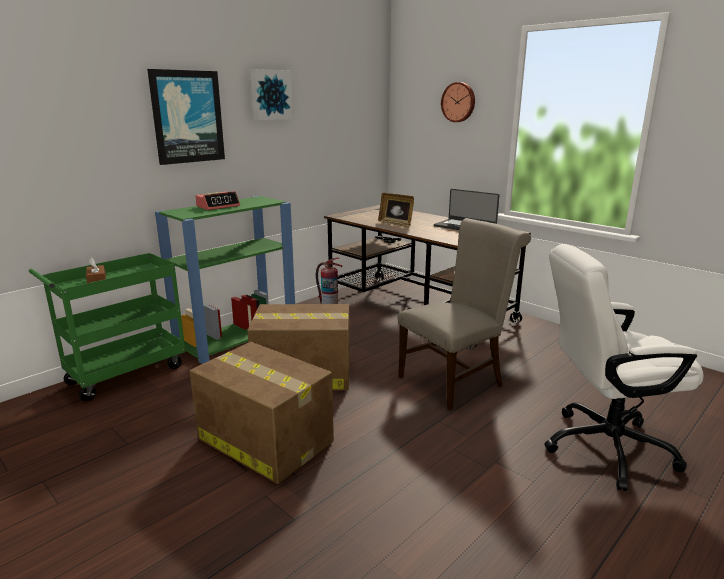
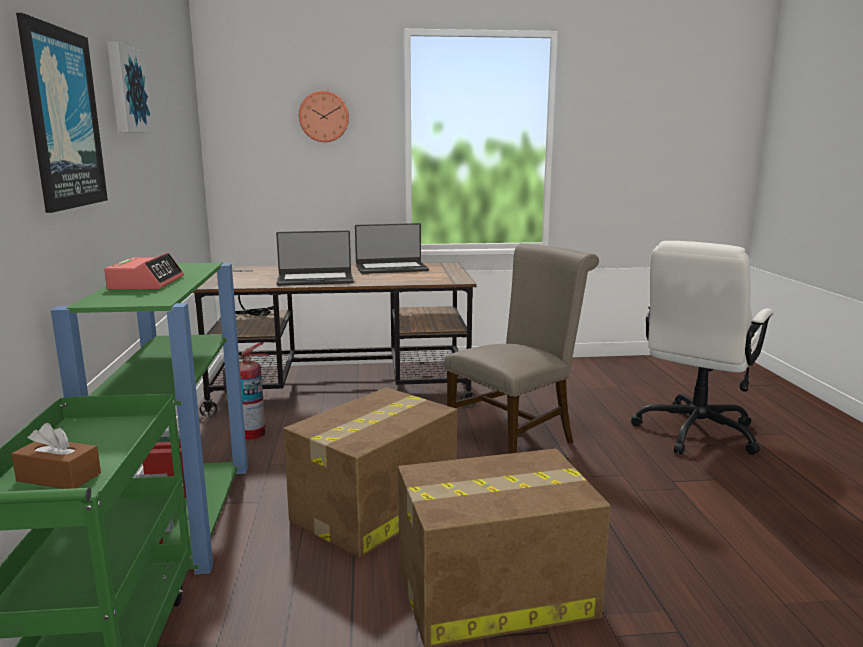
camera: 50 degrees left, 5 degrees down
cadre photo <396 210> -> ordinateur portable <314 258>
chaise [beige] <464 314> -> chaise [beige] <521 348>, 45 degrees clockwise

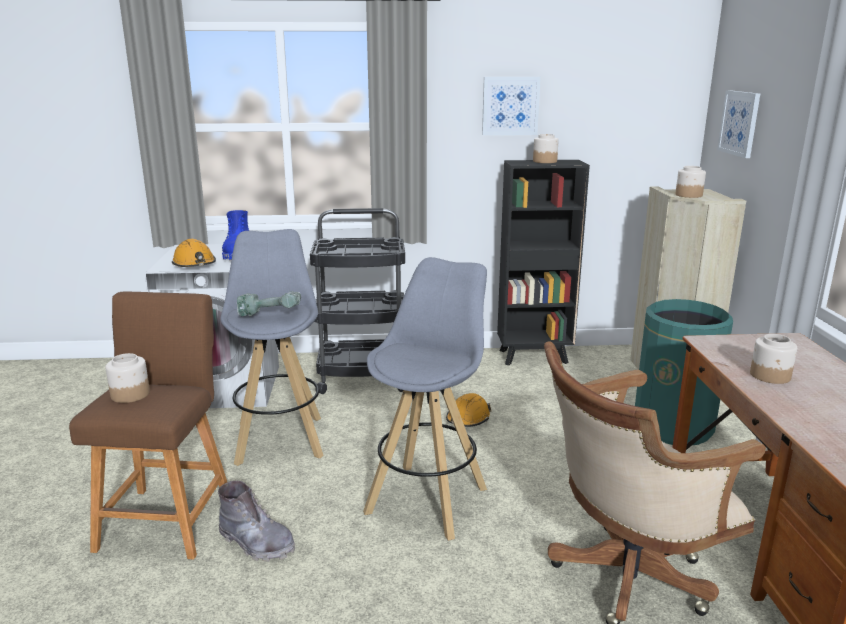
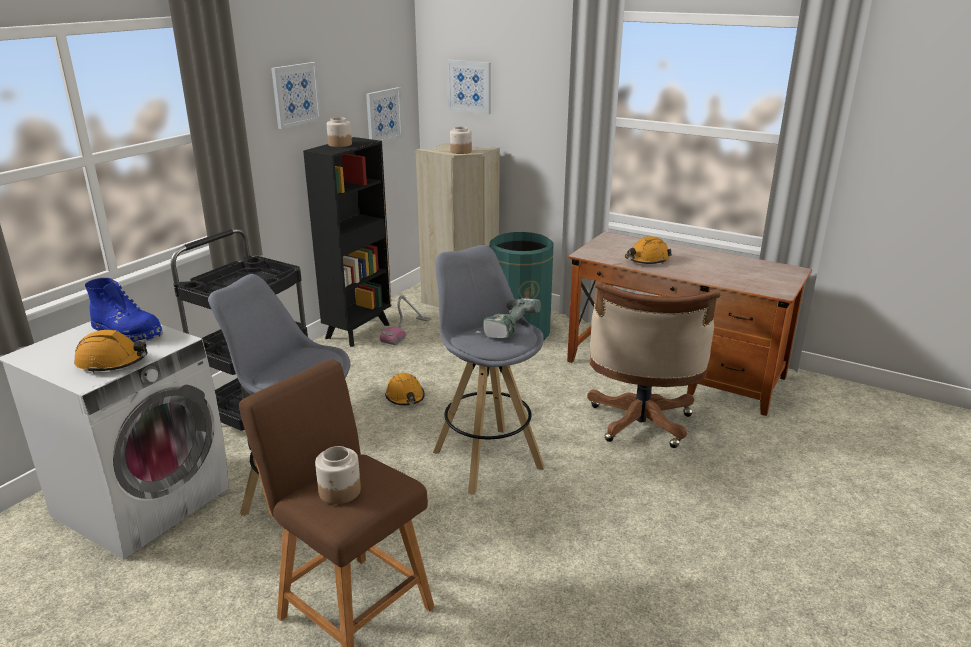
camera: 55 degrees left, 5 degrees up
perceuse <269 303> -> perceuse <508 318>, shifted
bocal <773 359> -> casque de chantier [orange] <648 250>
botte [gris] <256 521> -> none
none -> tableau <384 115>
none -> aspirateur <405 320>

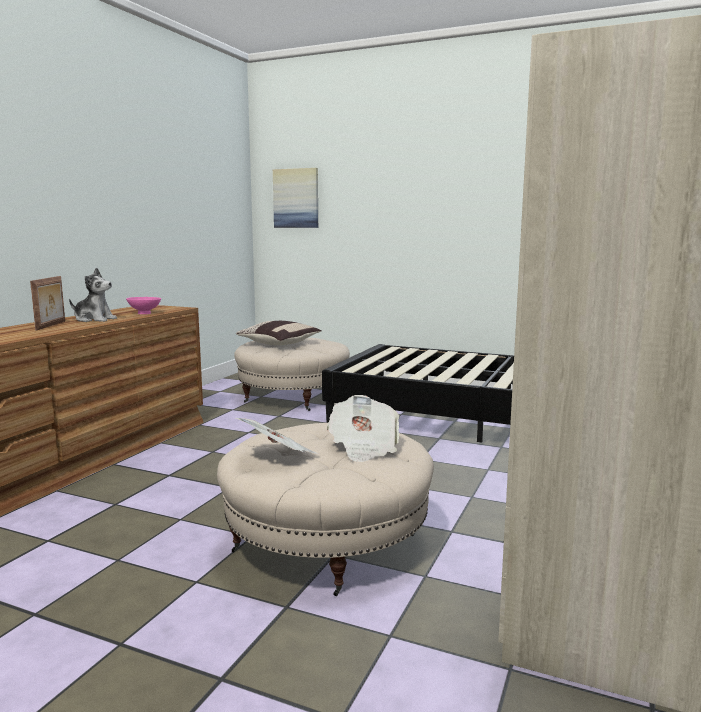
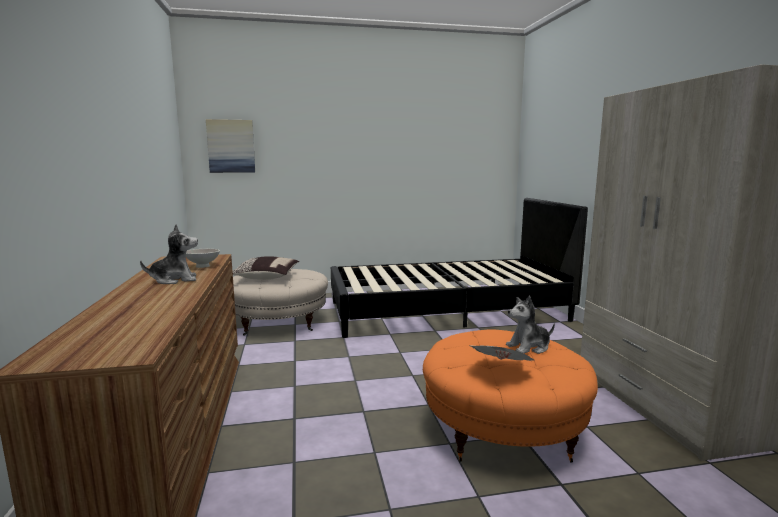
camera: 35 degrees left, 0 degrees up
cadre photo <47 303> -> none
bol [rose] <143 305> -> bol [blanc] <203 258>
journal <363 428> -> peluche <530 325>
pouf [beige] <325 509> -> pouf [orange] <510 396>

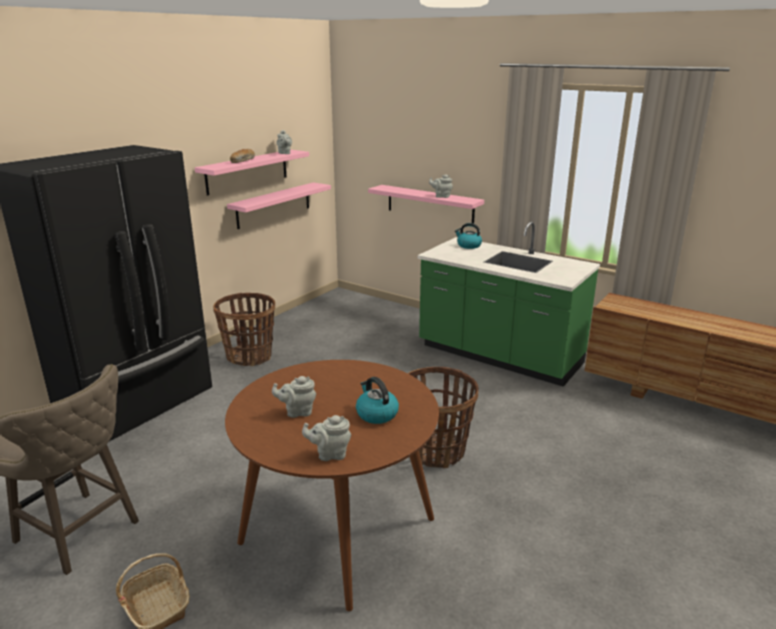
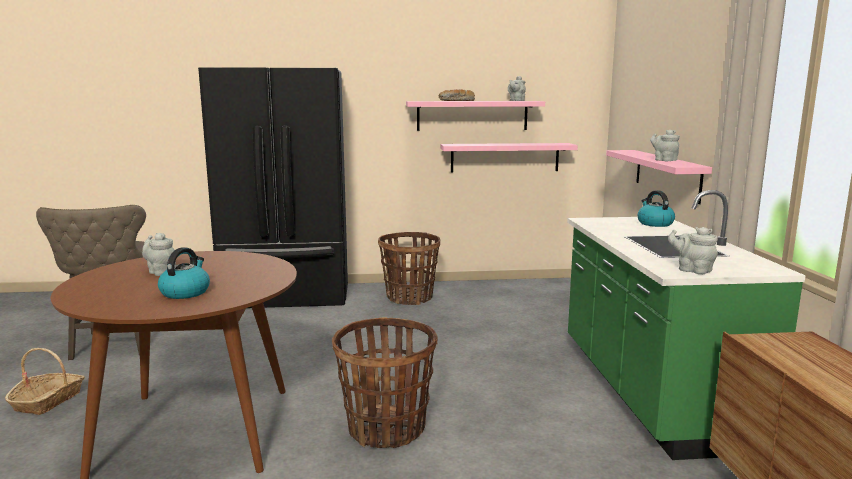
camera: 50 degrees right, 10 degrees down
théière [gris] <326 438> -> théière [gris] <693 250>, shifted

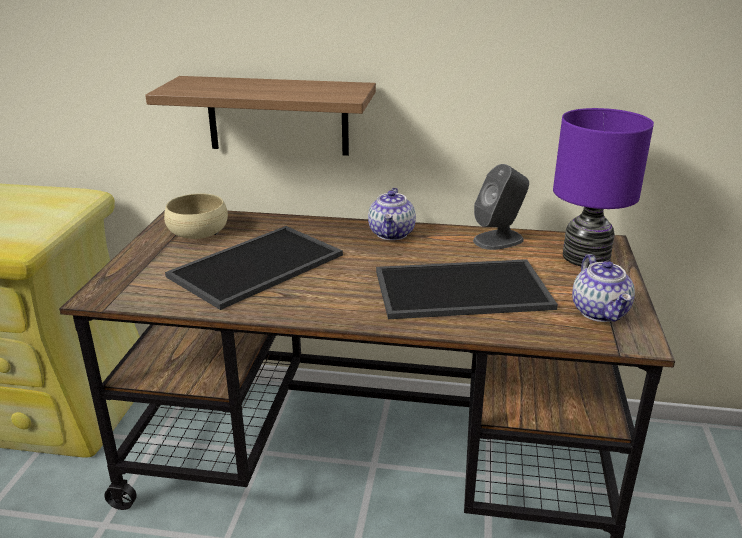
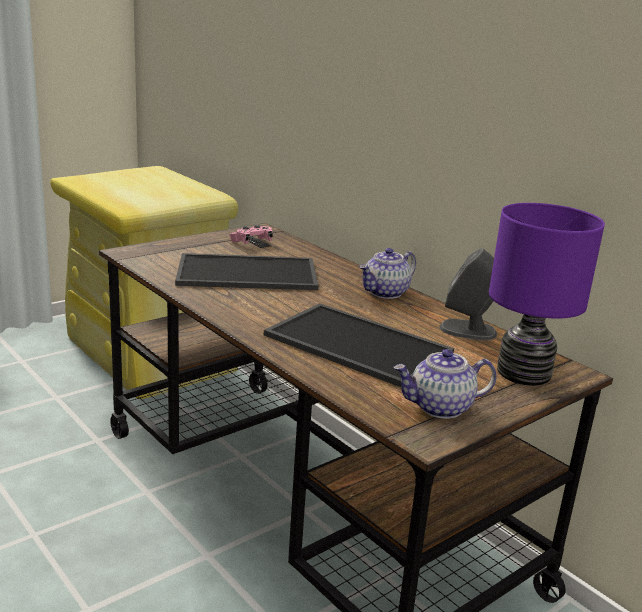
camera: 40 degrees right, 5 degrees down
étagère <260 116> -> none
bol [beige] <196 216> -> manette [rose] <251 234>
théière <603 288> -> théière <445 384>, 45 degrees clockwise

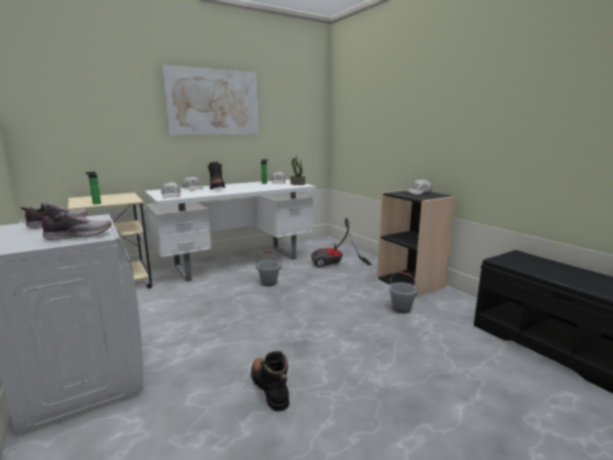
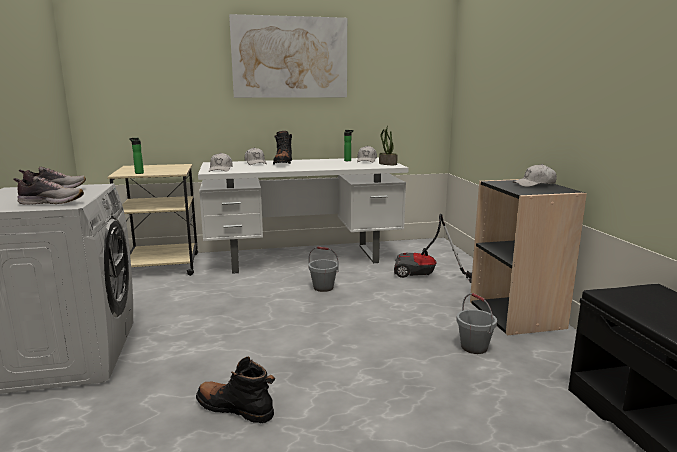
camera: 20 degrees right, 0 degrees up
botte [noir] <270 381> -> botte [noir] <235 390>, 60 degrees counterclockwise

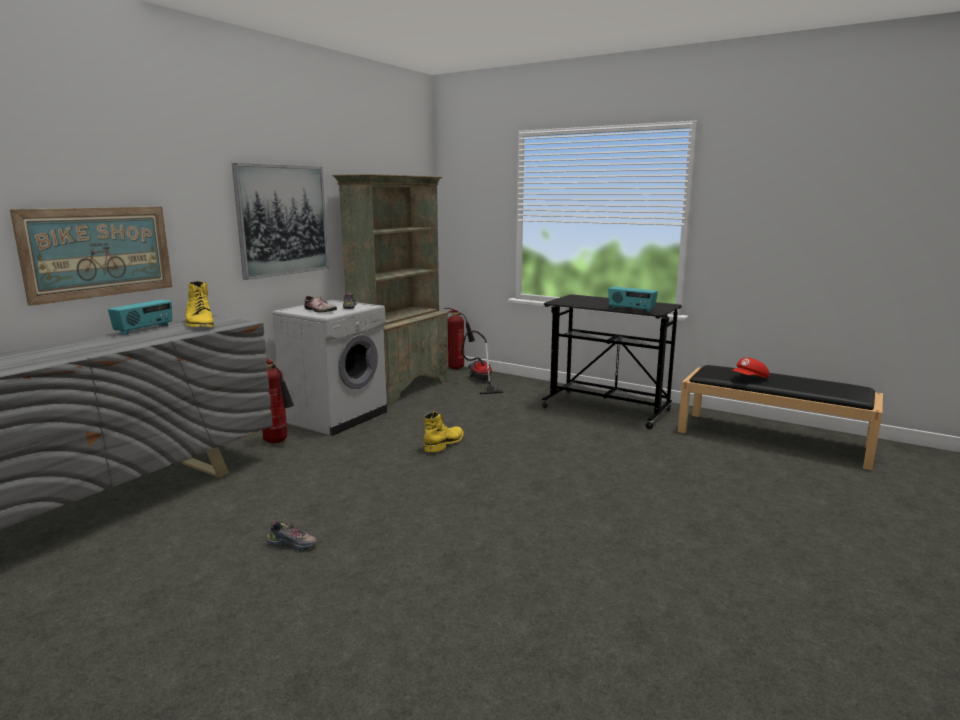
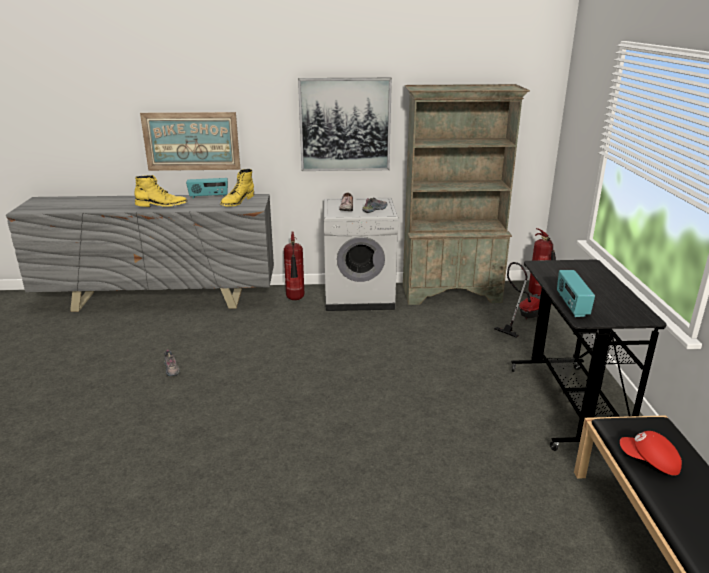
camera: 55 degrees right, 10 degrees up
botte [jaune] <444 431> -> botte [jaune] <161 191>, shifted

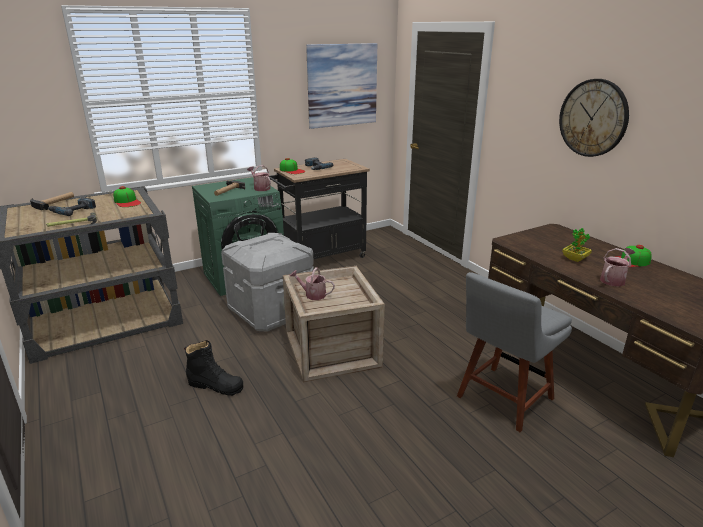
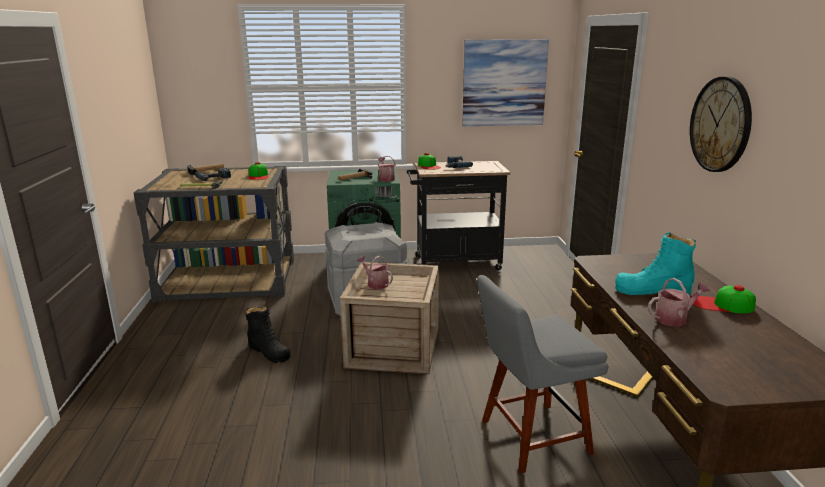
camera: 25 degrees right, 5 degrees down
plante en pot <577 245> -> botte [turquoise] <655 263>

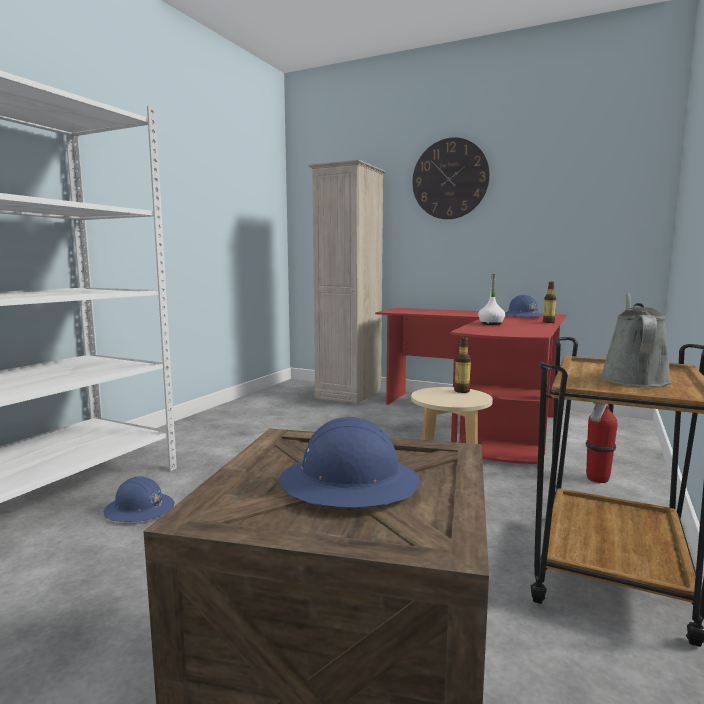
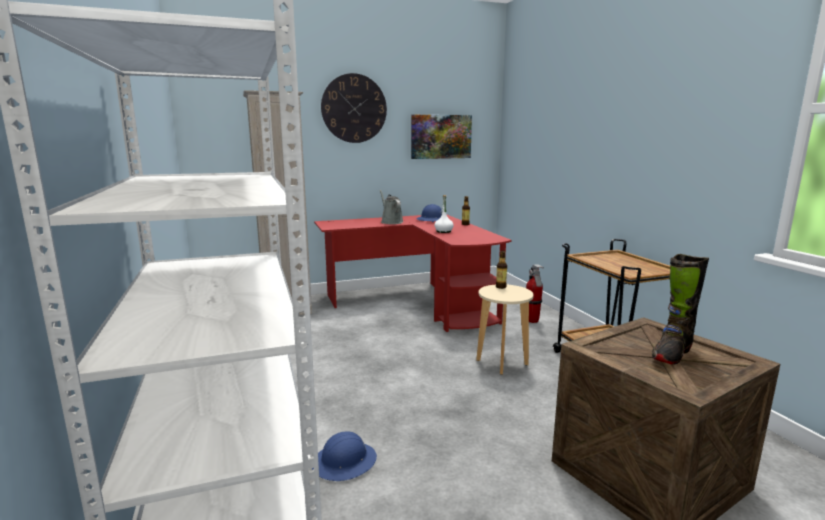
camera: 45 degrees left, 5 degrees up
arrosoir [gris] <635 340> -> arrosoir [gris] <391 207>, shifted
casque de chantier [bleu] <350 462> -> botte [noir] <680 309>
none -> tableau <441 137>

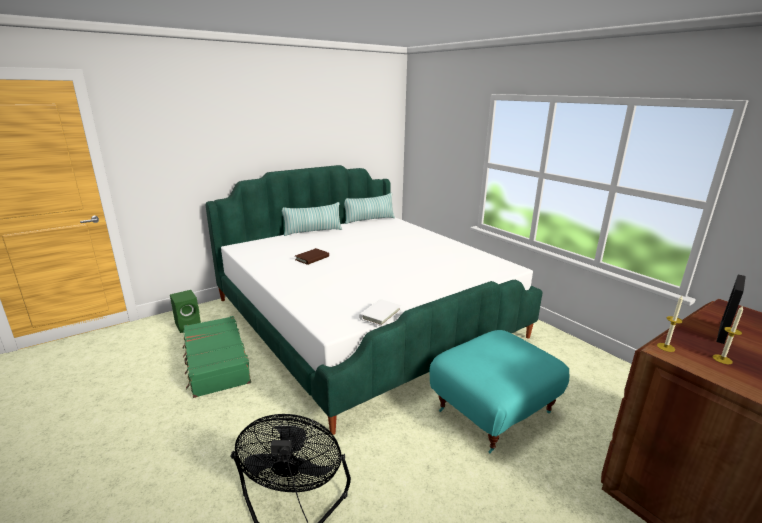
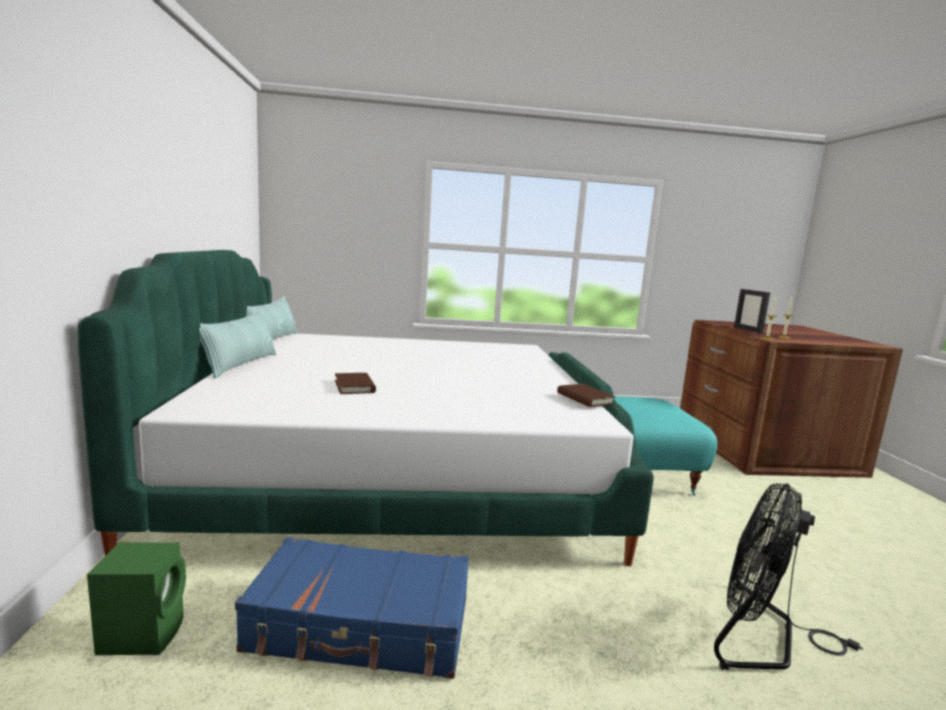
camera: 60 degrees left, 10 degrees down
livre [blanc] <380 312> -> livre [marron] <586 395>
valise [vert] <216 357> -> valise [bleu] <352 608>

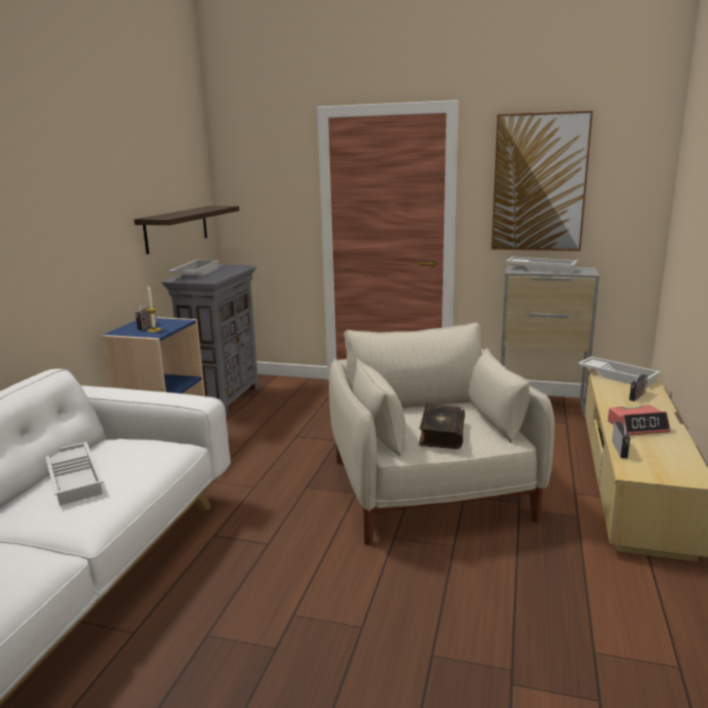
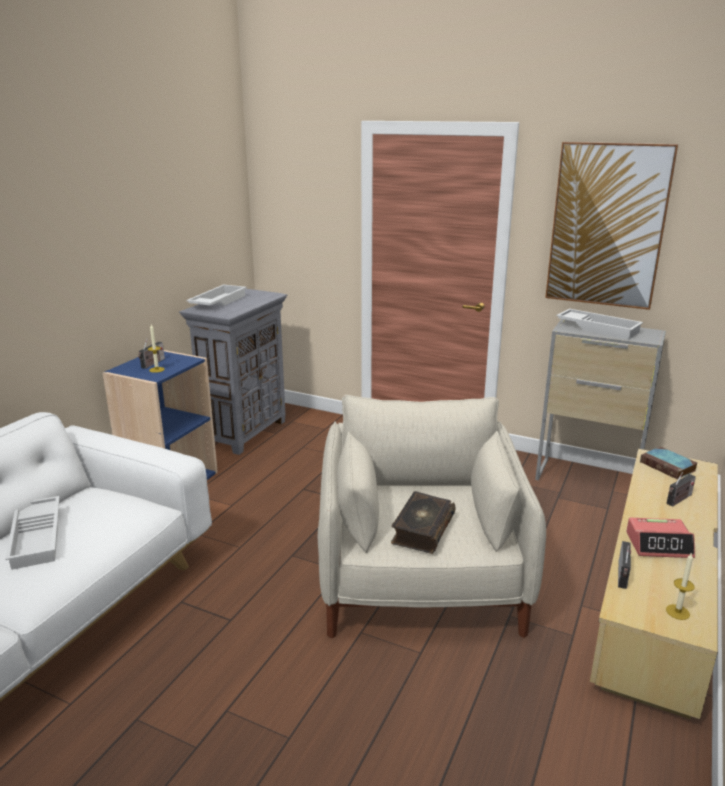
camera: 10 degrees right, 5 degrees up
étagère <186 230> -> none
plateau [blanc] <619 372> -> livre <668 463>
none -> bougie <680 586>

